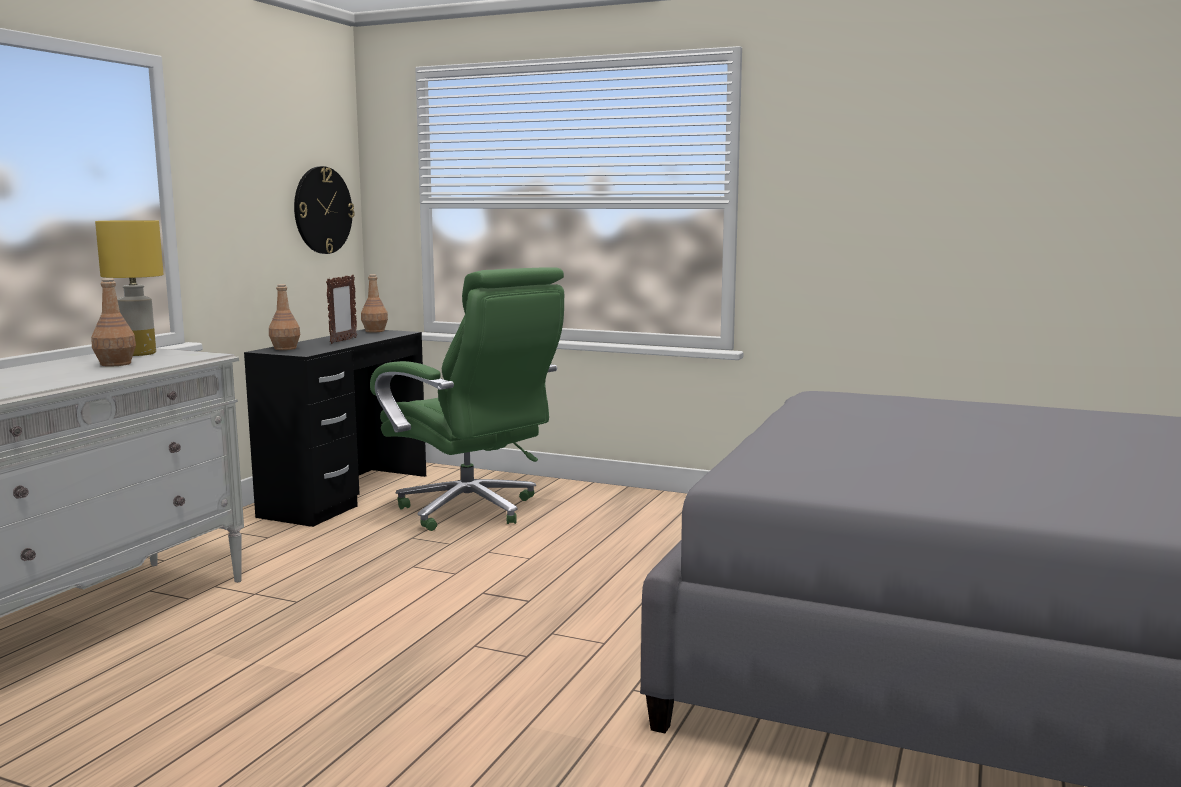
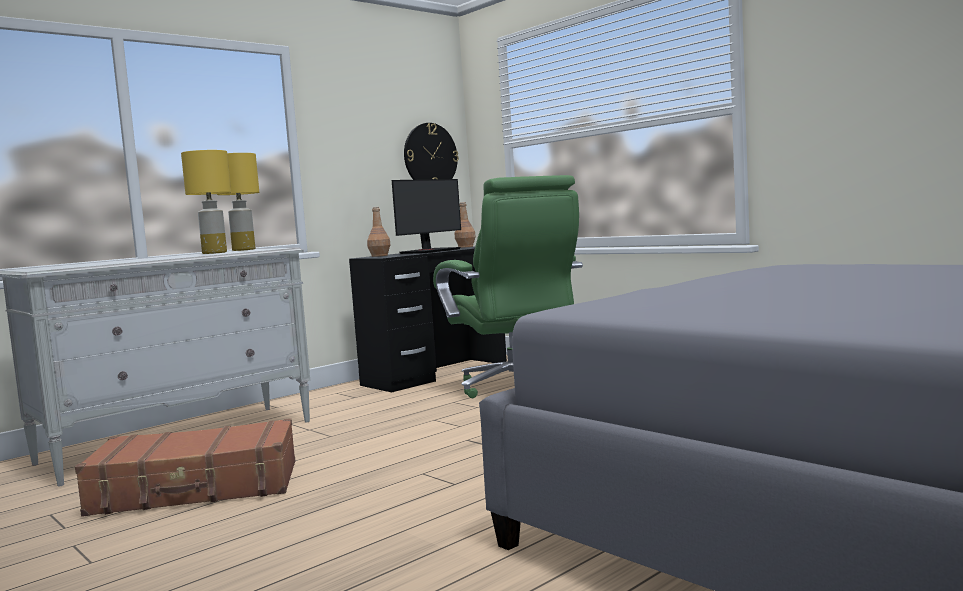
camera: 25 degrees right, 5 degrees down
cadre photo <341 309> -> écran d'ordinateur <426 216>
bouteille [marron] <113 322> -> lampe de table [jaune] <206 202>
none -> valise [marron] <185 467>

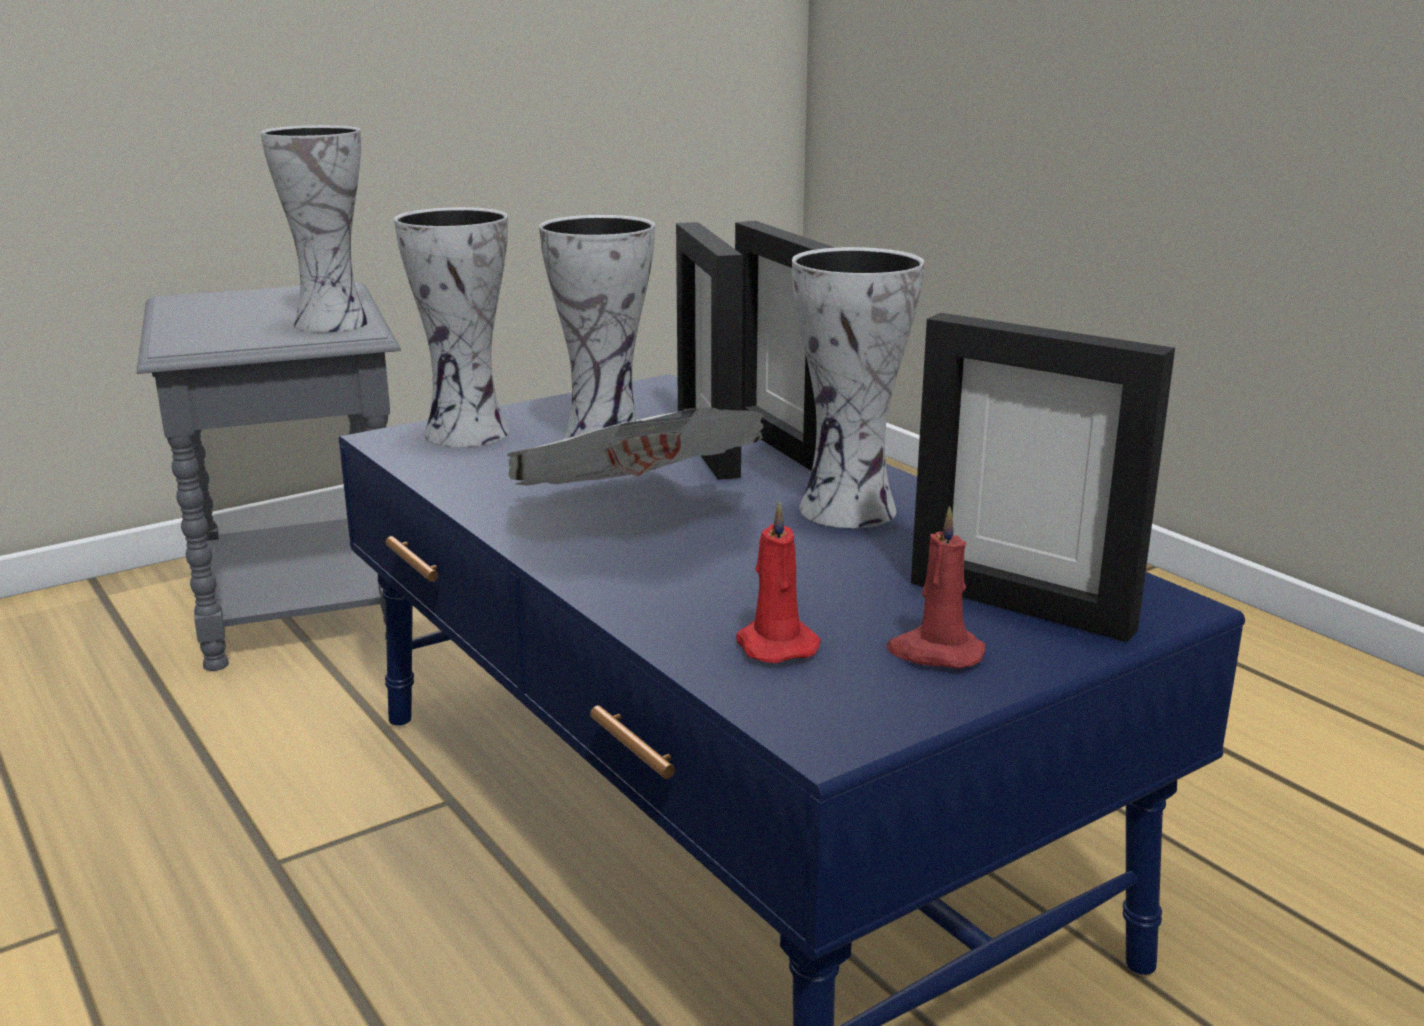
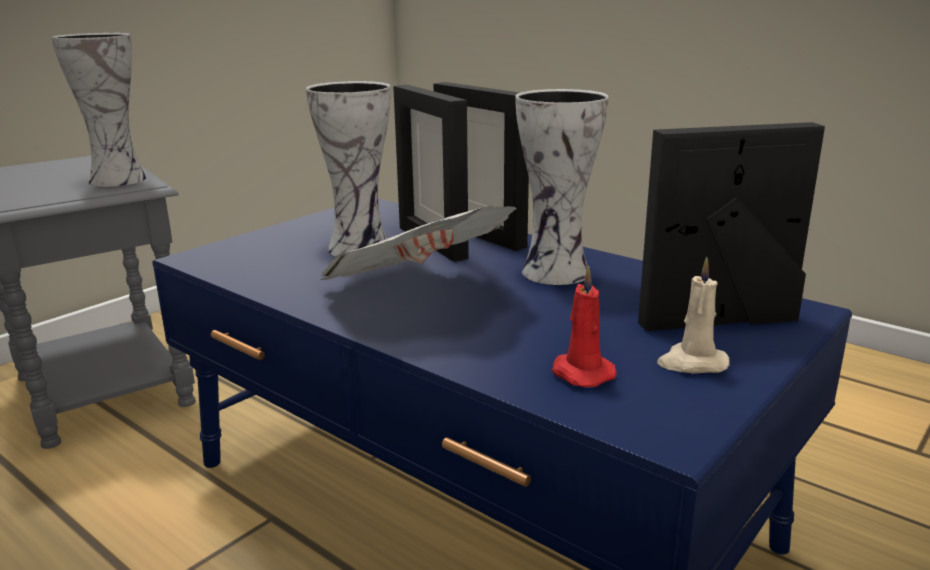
camera: 15 degrees left, 0 degrees up
vase <451 327> -> none
cadre photo <1043 477> -> cadre photo <731 226>, 150 degrees clockwise
bougie [rouge] <936 587> -> bougie [beige] <693 315>

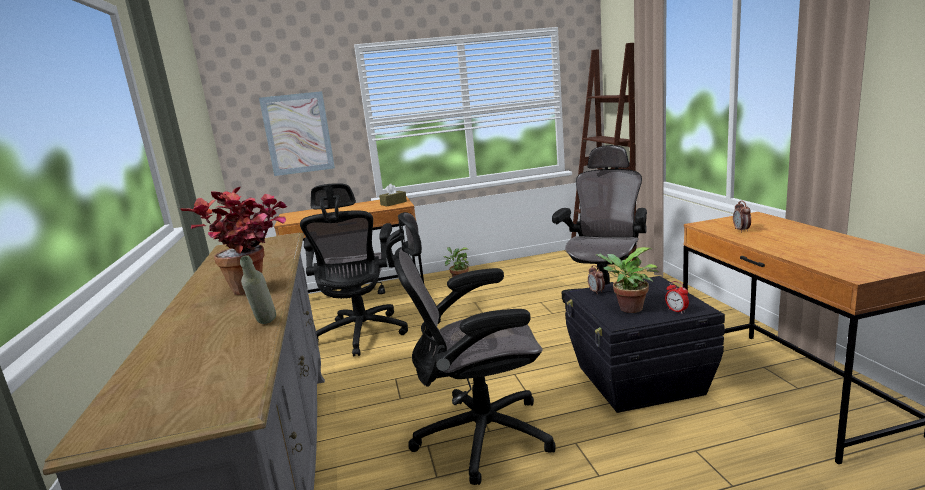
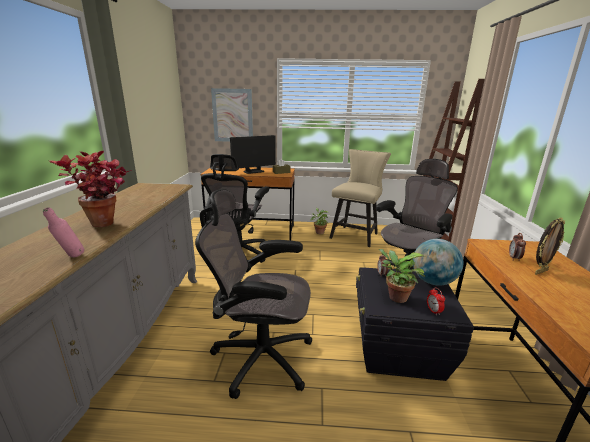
camera: 15 degrees right, 5 degrees up
bouteille [gris] <258 289> -> bouteille [rose] <63 232>
none -> écran d'ordinateur <253 154>
none -> chaise [beige] <360 198>
none -> cadre photo <550 246>
none -> globe <438 262>

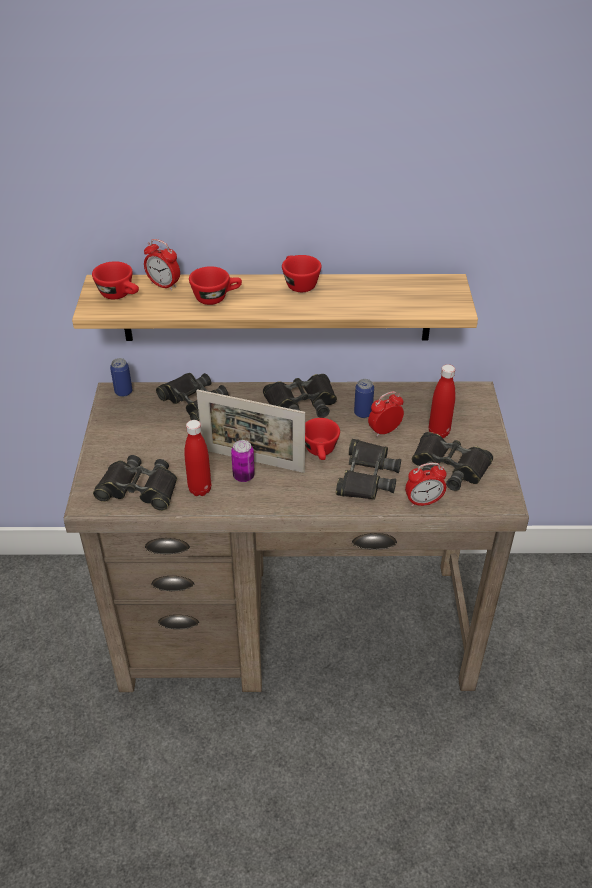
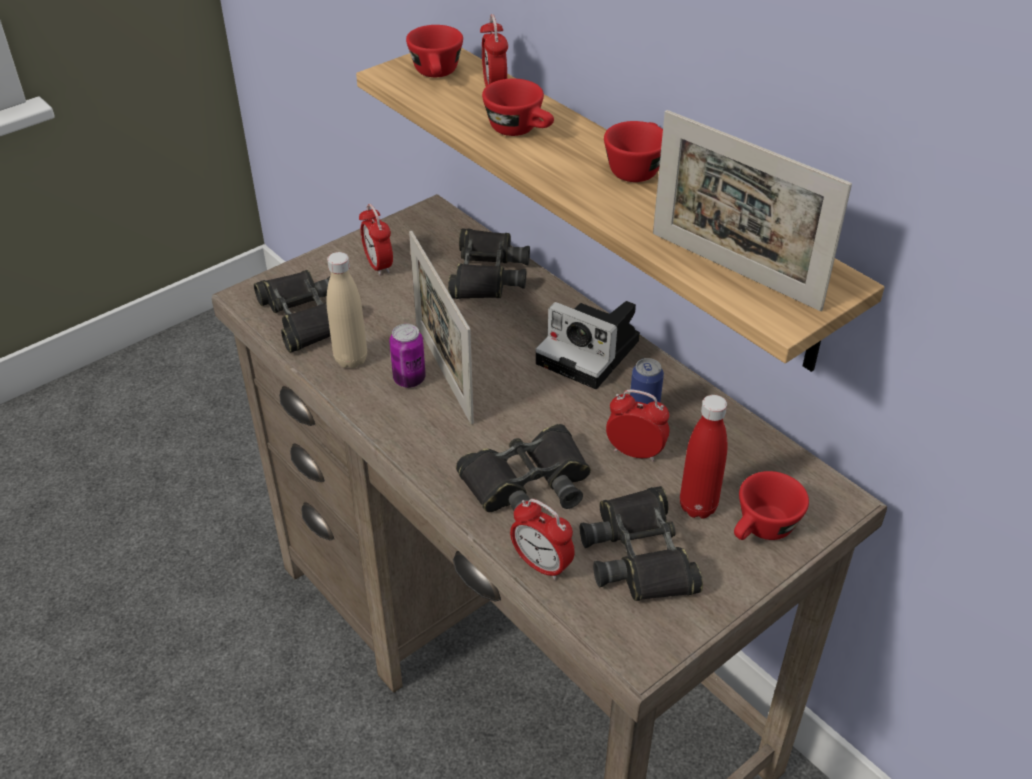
camera: 50 degrees right, 0 degrees up
boîte métallique <121 377> -> none
jumelles [noir] <300 396> -> appareil photo <587 345>
tasse [rouge] <322 439> -> tasse [rouge] <771 505>, shifted
bouteille [rouge] <197 458> -> bouteille [beige] <346 310>
none -> cadre photo <752 210>
none -> réveil <376 240>

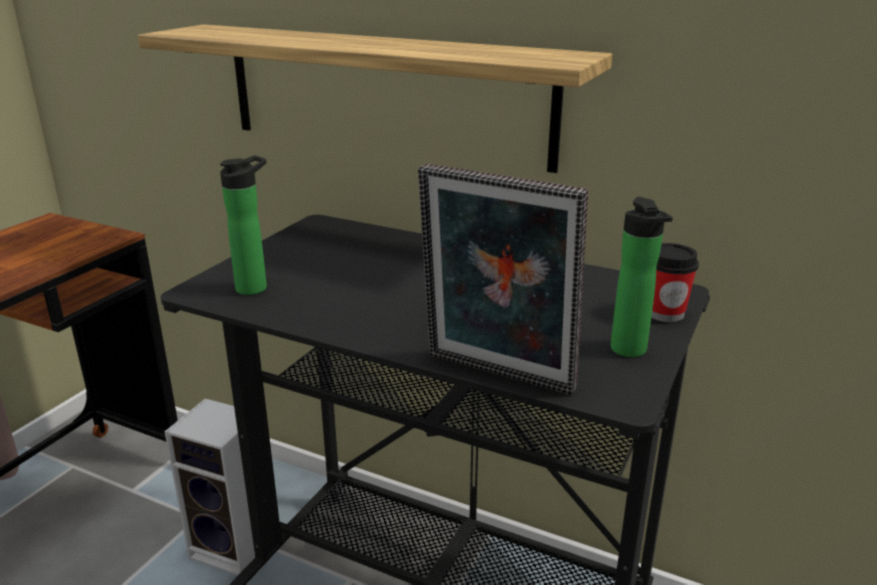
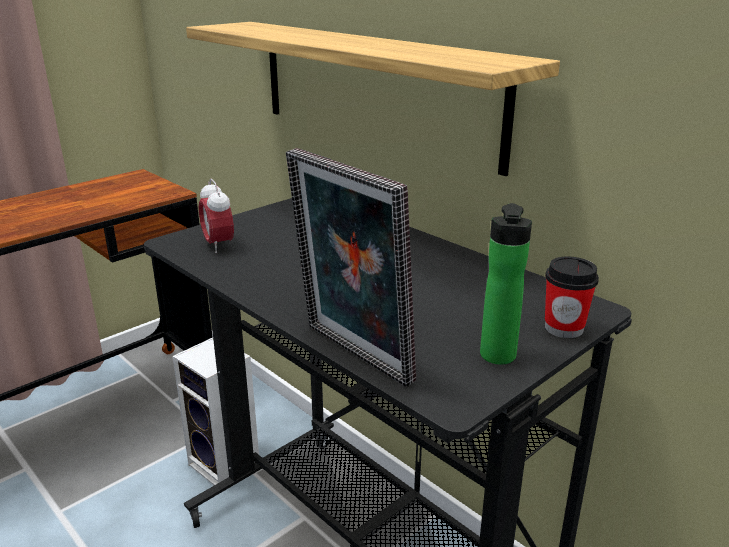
camera: 20 degrees right, 0 degrees up
bouteille <243 225> -> réveil <216 216>

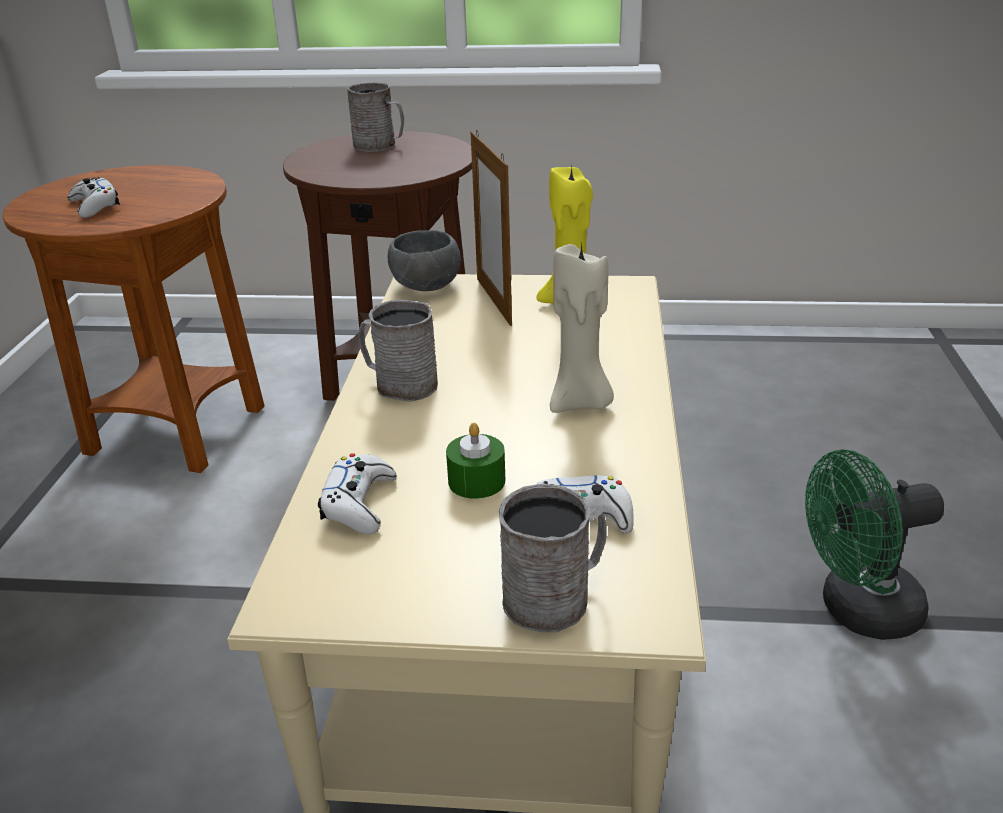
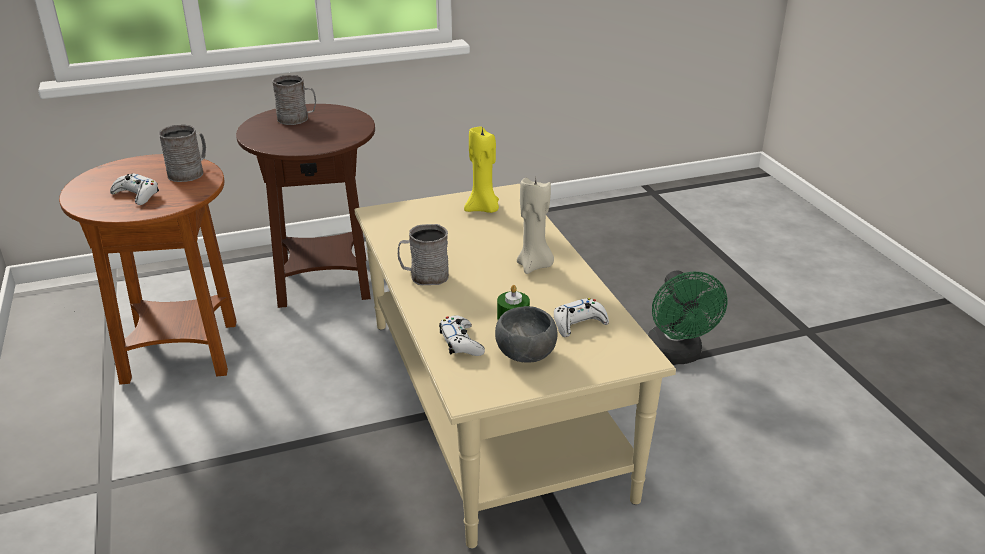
camera: 25 degrees left, 0 degrees up
cadre photo <491 228> -> none
bol [gris] <424 260> -> bol [gris] <526 334>, shifted
ventilateur [vert] <874 544> -> ventilateur [vert] <688 317>, 60 degrees counterclockwise
mug [gris] <553 558> -> mug [gris] <182 153>, shifted

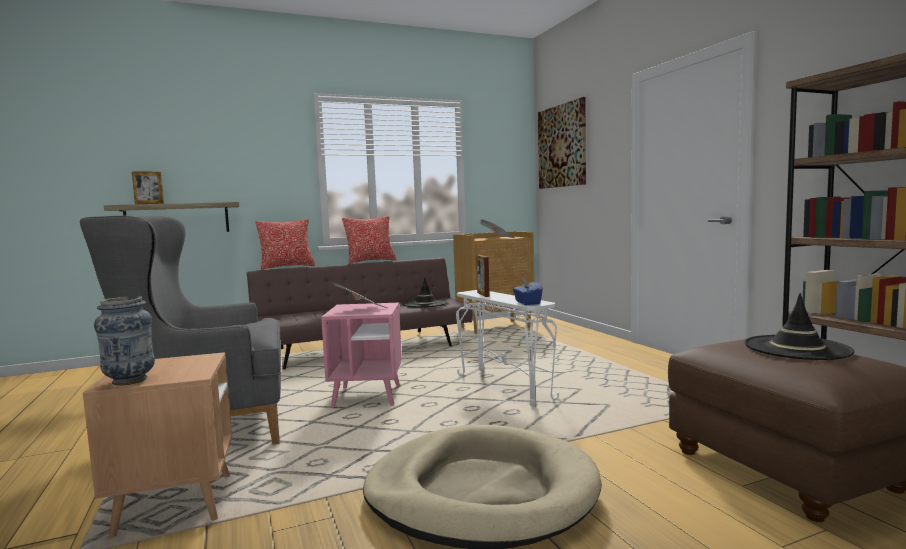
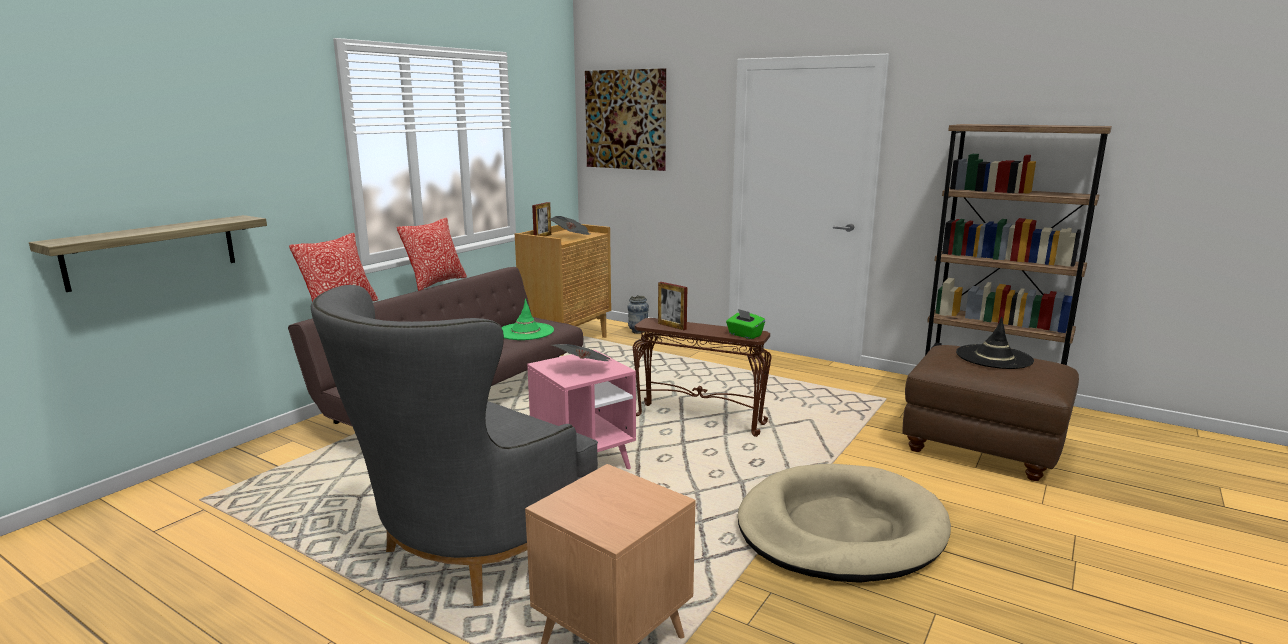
camera: 35 degrees left, 10 degrees up
cadre photo <148 188> -> cadre photo <541 219>, shifted
chapeau [noir] <425 292> -> chapeau [vert] <527 319>
boîte à mouchoirs [bleu] <528 291> -> boîte à mouchoirs [vert] <745 324>
table d'appoint [blanc] <507 348> -> table d'appoint [marron] <702 377>
vase <124 341> -> vase <638 314>, shifted

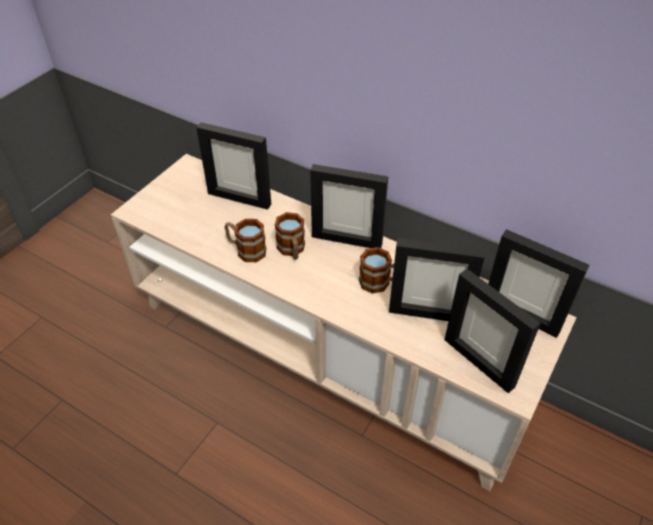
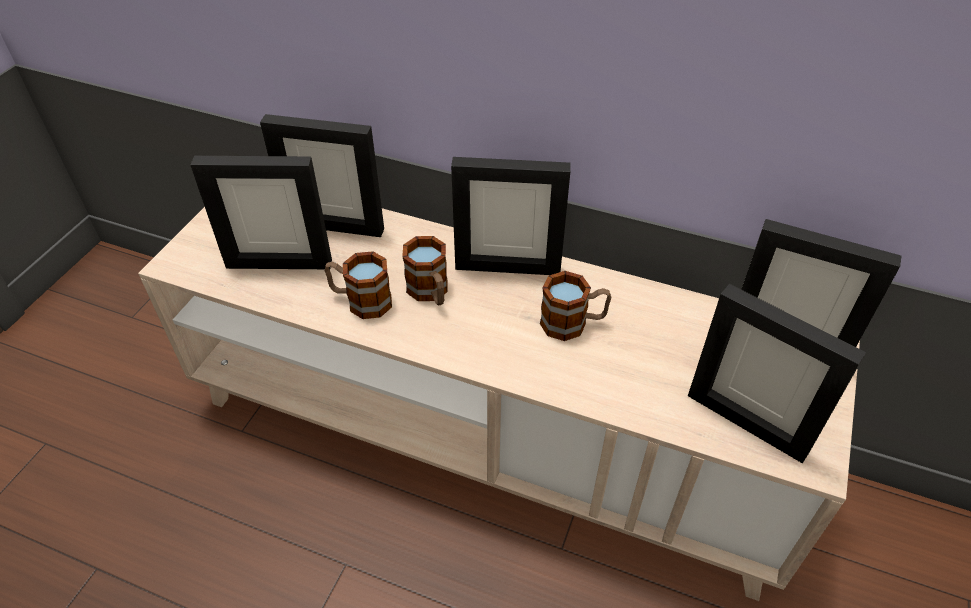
camera: 10 degrees left, 0 degrees up
cadre photo <437 279> -> cadre photo <261 212>, shifted

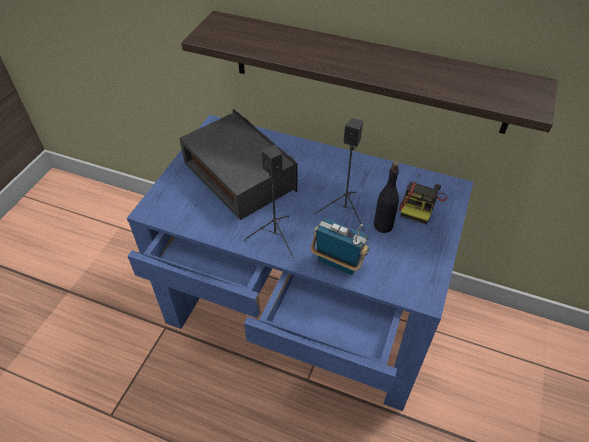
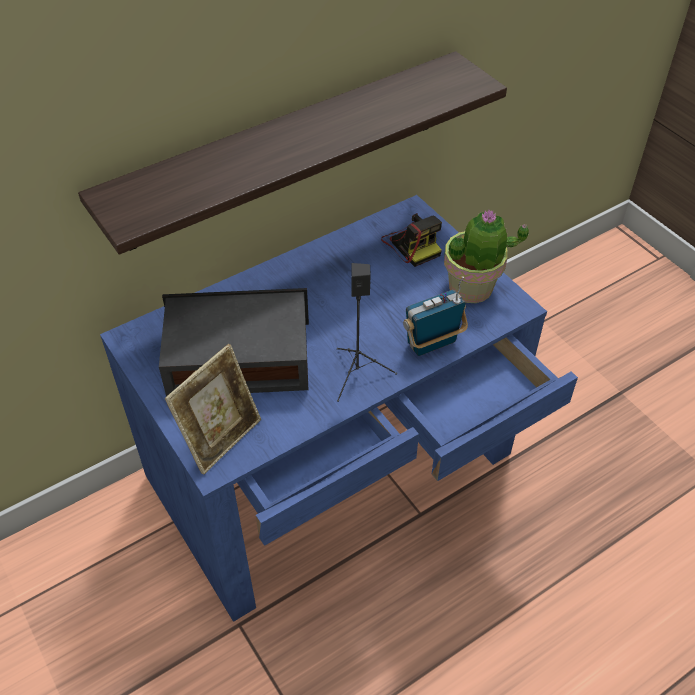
camera: 55 degrees left, 0 degrees up
enceinte [noir] <339 174> -> none
bouteille [noir] <386 197> -> none
none -> plante en pot <486 256>
none -> cadre photo <213 409>

